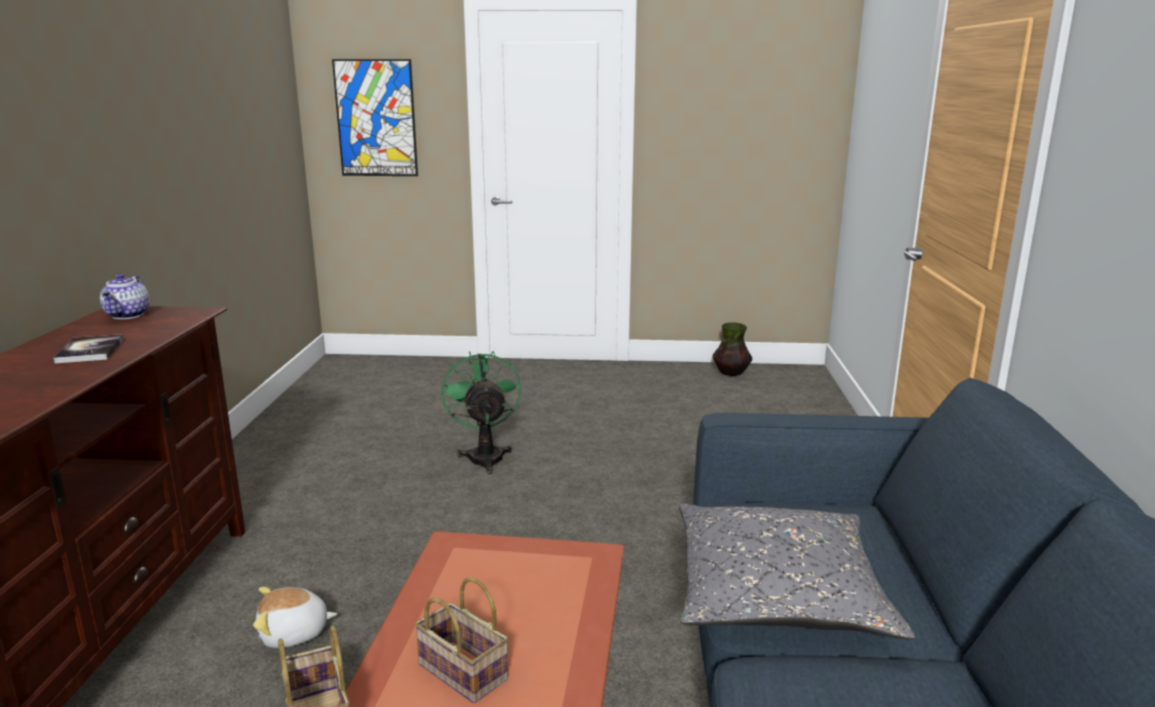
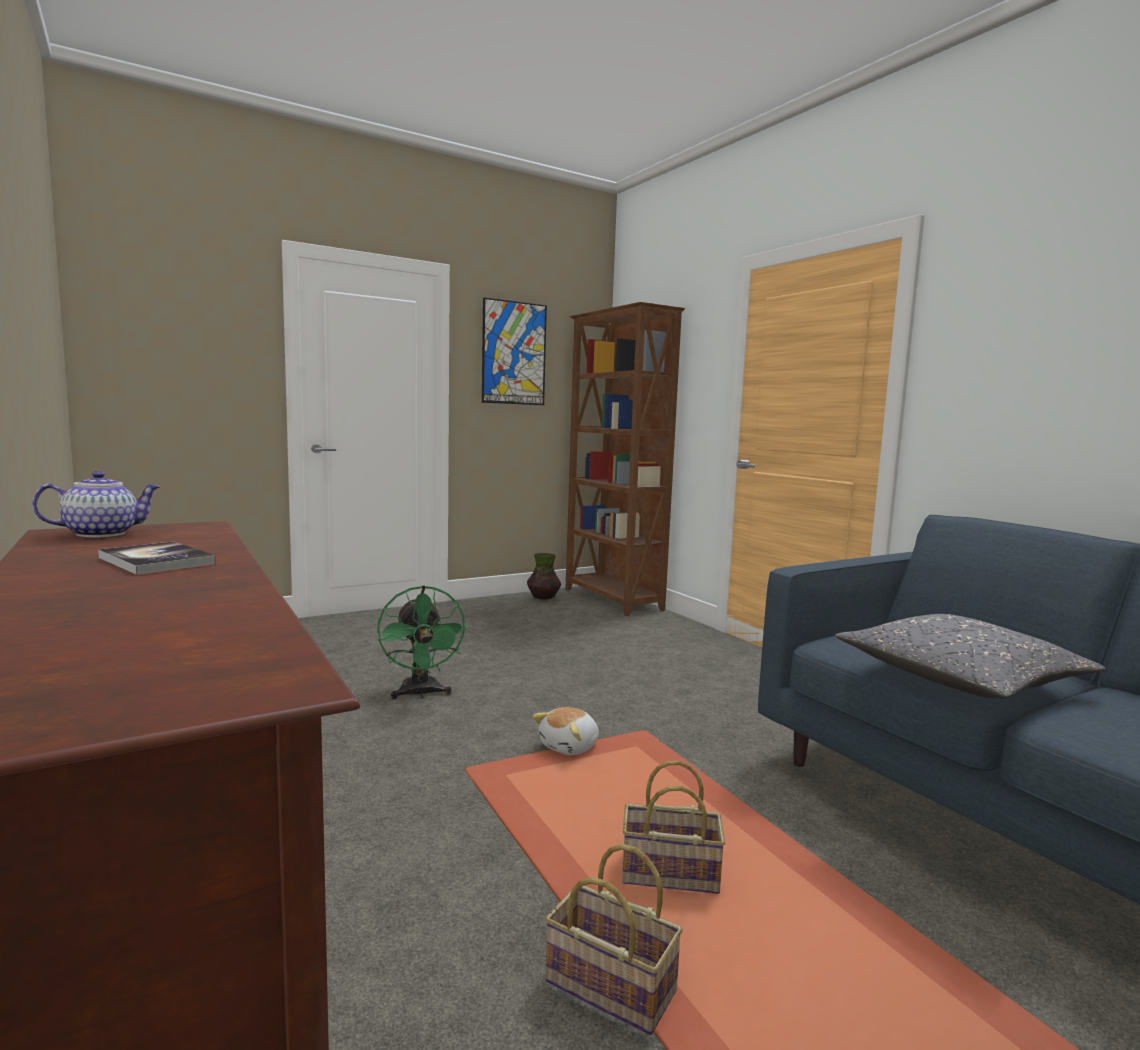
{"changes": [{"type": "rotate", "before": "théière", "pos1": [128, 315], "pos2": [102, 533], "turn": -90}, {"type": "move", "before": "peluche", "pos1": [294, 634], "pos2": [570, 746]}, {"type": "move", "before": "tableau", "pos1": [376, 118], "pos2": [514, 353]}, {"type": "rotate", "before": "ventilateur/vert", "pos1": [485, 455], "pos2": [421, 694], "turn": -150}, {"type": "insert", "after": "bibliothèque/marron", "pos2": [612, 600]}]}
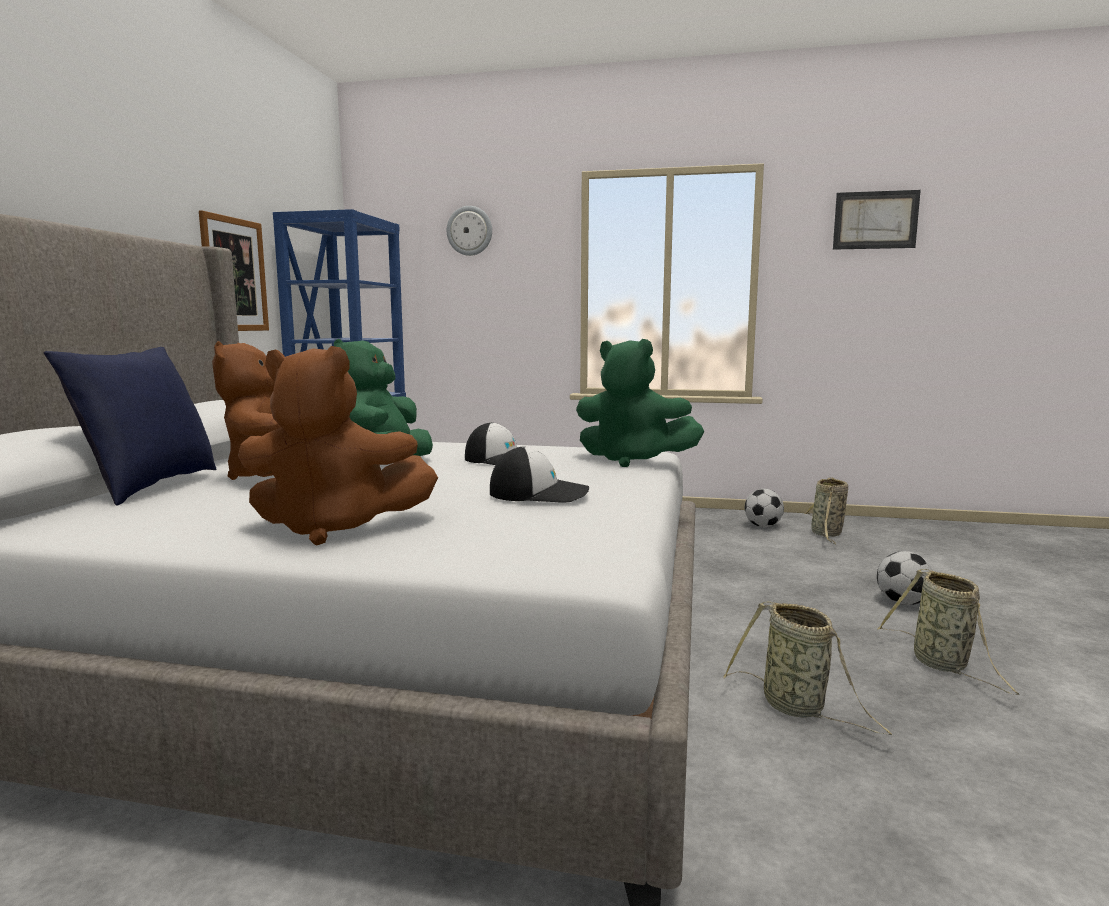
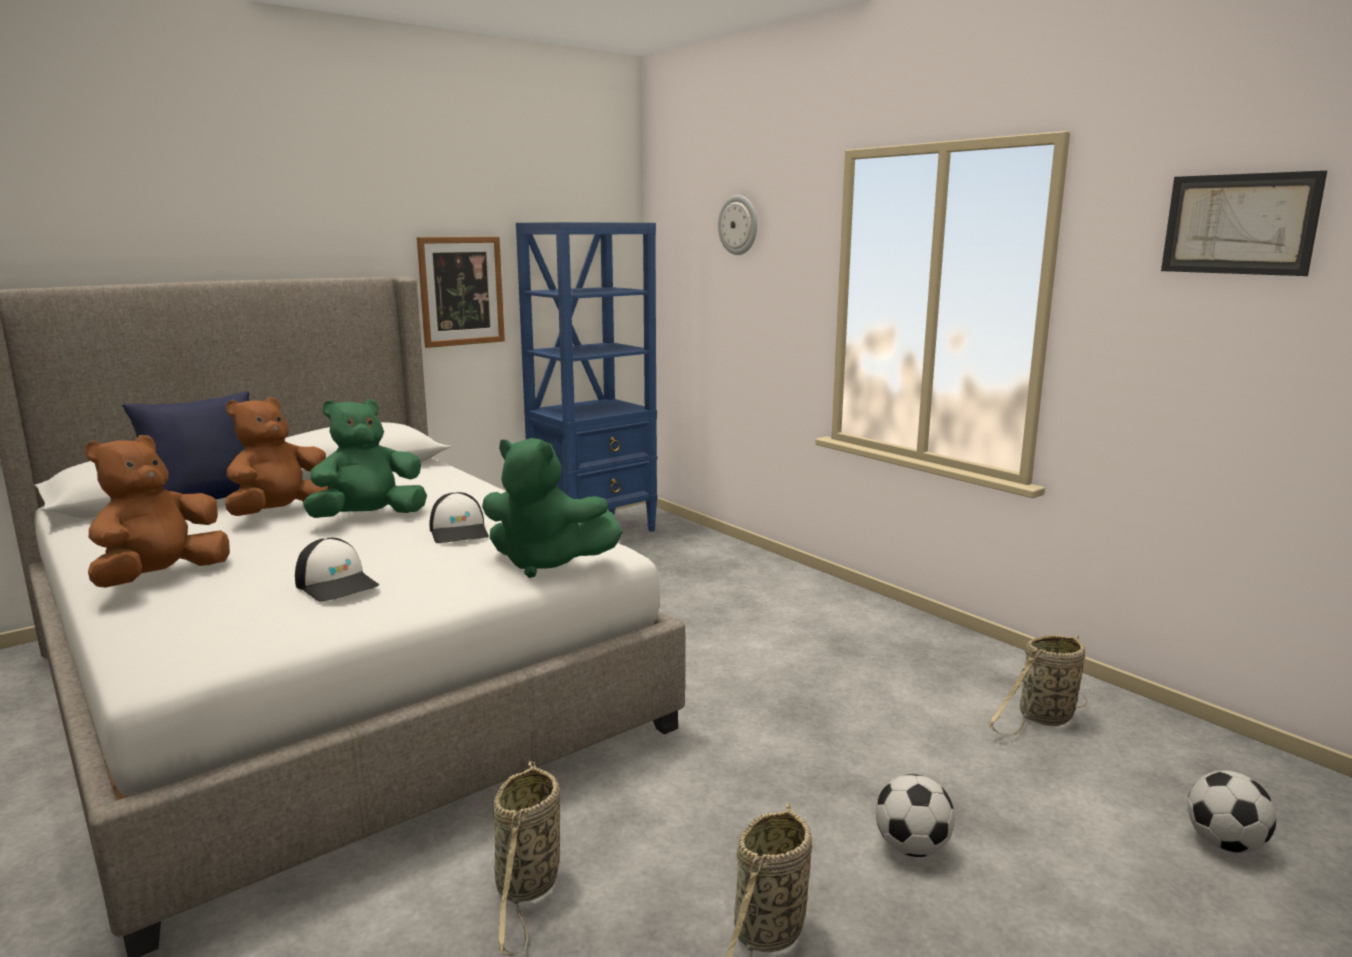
{"changes": [{"type": "rotate", "before": "peluche/marron", "pos1": [334, 528], "pos2": [161, 578], "turn": 75}, {"type": "rotate", "before": "peluche/vert", "pos1": [632, 460], "pos2": [546, 563], "turn": -45}, {"type": "move", "before": "ballon de foot", "pos1": [763, 526], "pos2": [1225, 844]}]}
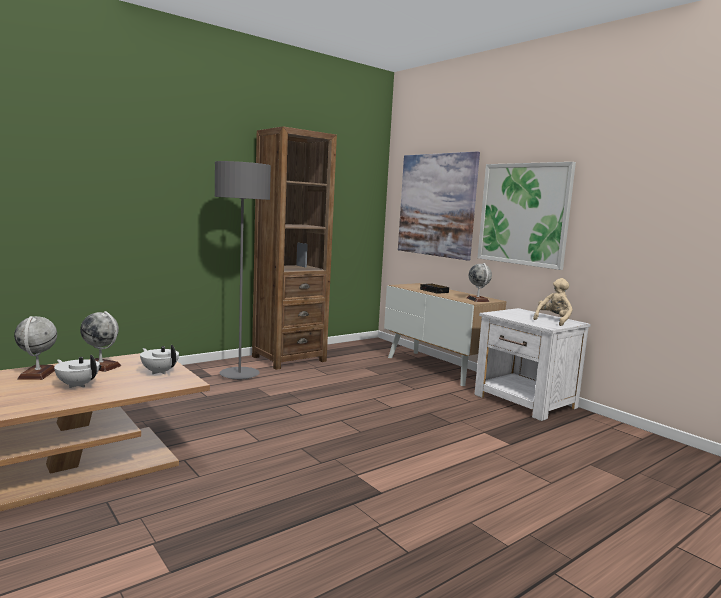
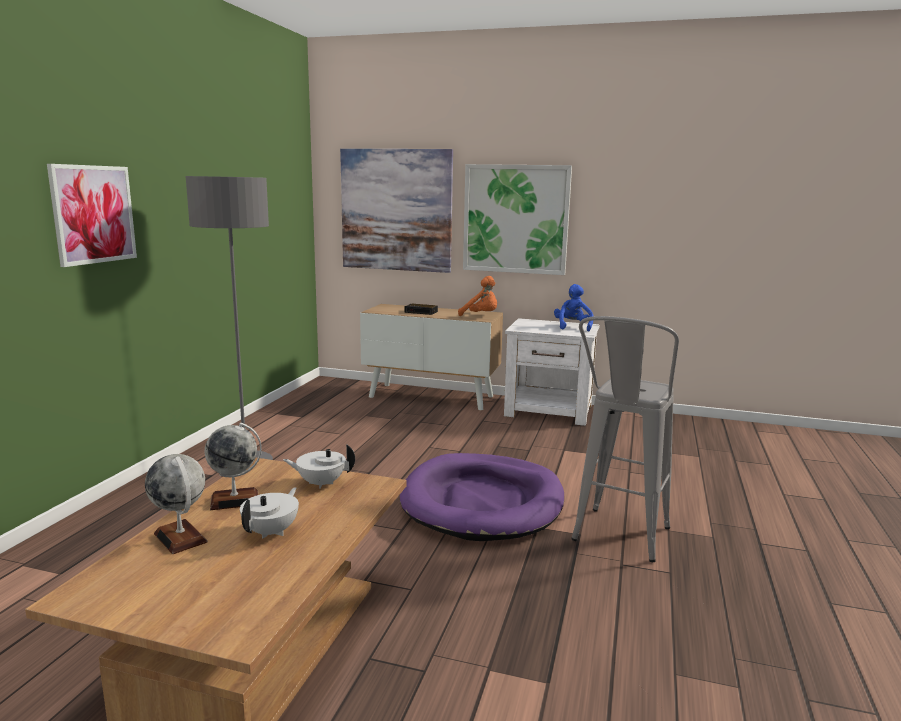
{"changes": [{"type": "rotate", "before": "théière/blanc", "pos1": [78, 385], "pos2": [272, 532], "turn": 120}, {"type": "delete", "before": "bibliothèque/marron", "pos1": [289, 359]}, {"type": "replace", "before": "globe", "after": "peluche/orange", "pos1": [477, 300], "pos2": [481, 316]}, {"type": "recolor", "before": "peluche/beige", "after": "peluche/bleu", "pos1": [553, 321], "pos2": [572, 327]}, {"type": "insert", "after": "tableau", "pos2": [93, 214]}, {"type": "insert", "after": "panier pour chien/violet", "pos2": [482, 502]}, {"type": "insert", "after": "tabouret/gris", "pos2": [617, 542]}]}
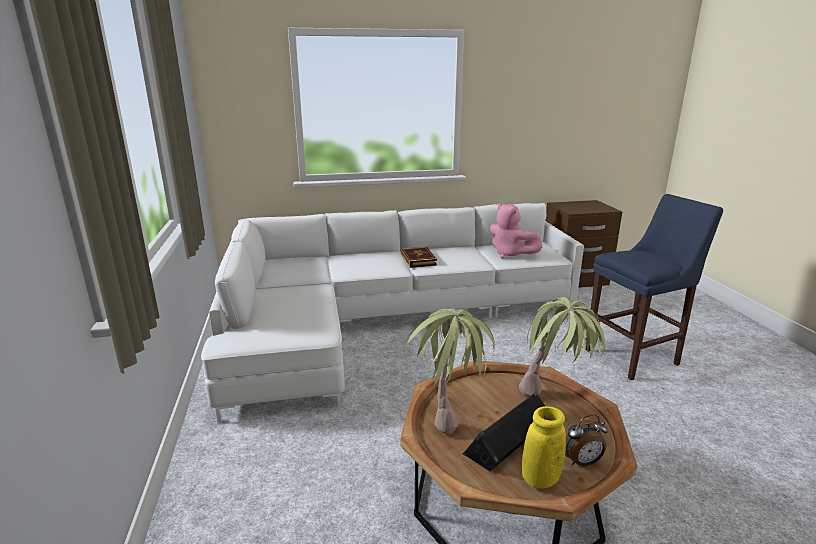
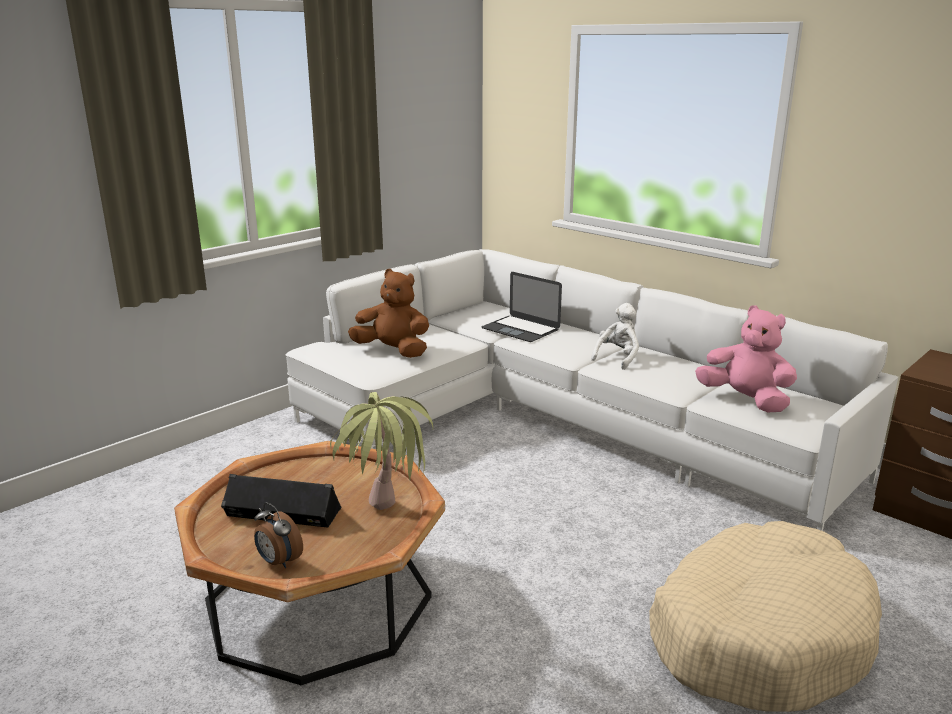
{"changes": [{"type": "replace", "before": "livre", "after": "peluche/blanc", "pos1": [418, 259], "pos2": [617, 358]}, {"type": "delete", "before": "plante en pot", "pos1": [450, 412]}, {"type": "rotate", "before": "peluche/rose", "pos1": [510, 254], "pos2": [745, 400], "turn": 120}, {"type": "delete", "before": "vase/jaune", "pos1": [540, 479]}, {"type": "replace", "before": "tabouret/bleu", "after": "panier pour chien/beige", "pos1": [635, 356], "pos2": [758, 635]}, {"type": "insert", "after": "peluche/marron", "pos2": [393, 351]}, {"type": "insert", "after": "ordinateur portable", "pos2": [520, 329]}]}
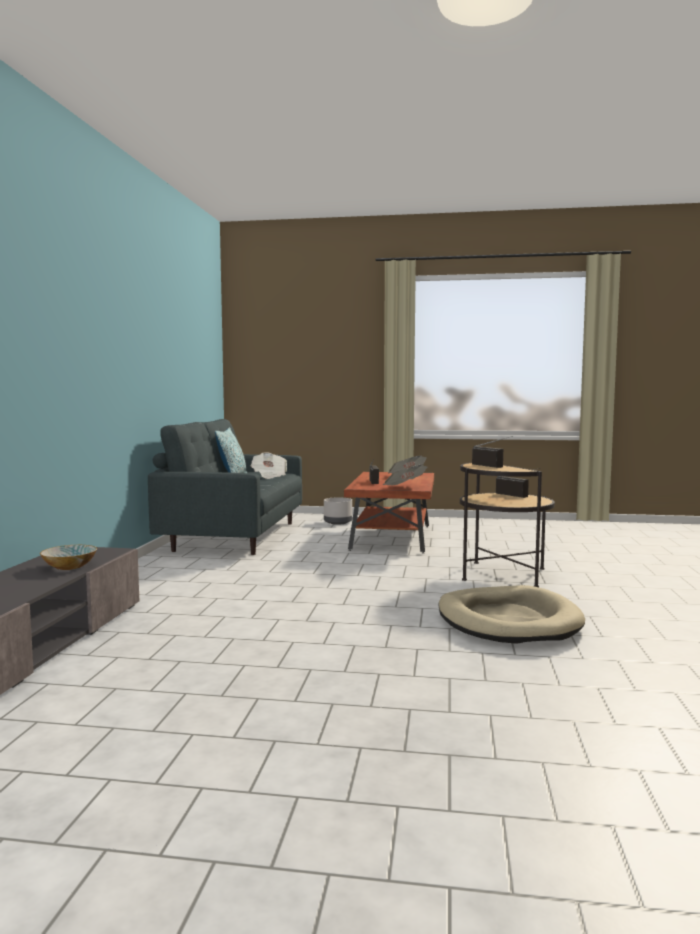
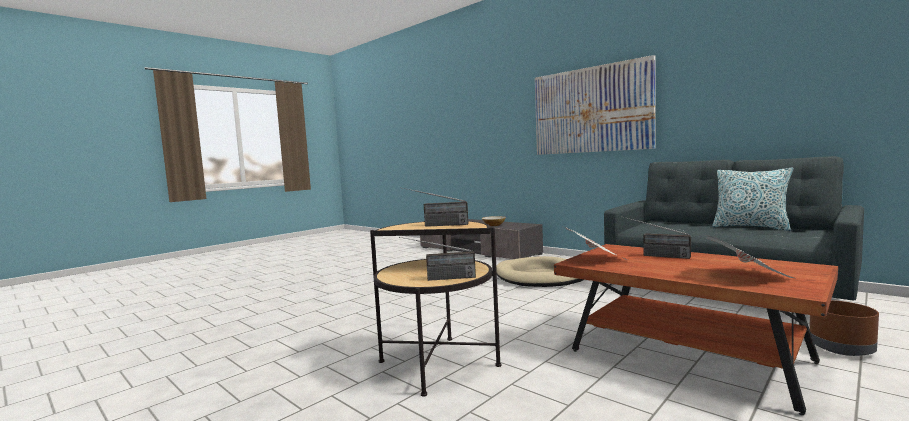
{"changes": [{"type": "delete", "before": "journal", "pos1": [269, 476]}, {"type": "recolor", "before": "cache-pot/gris", "after": "cache-pot/marron", "pos1": [338, 522], "pos2": [842, 349]}, {"type": "move", "before": "panier pour chien/beige", "pos1": [508, 621], "pos2": [541, 277]}, {"type": "insert", "after": "tableau", "pos2": [591, 110]}]}
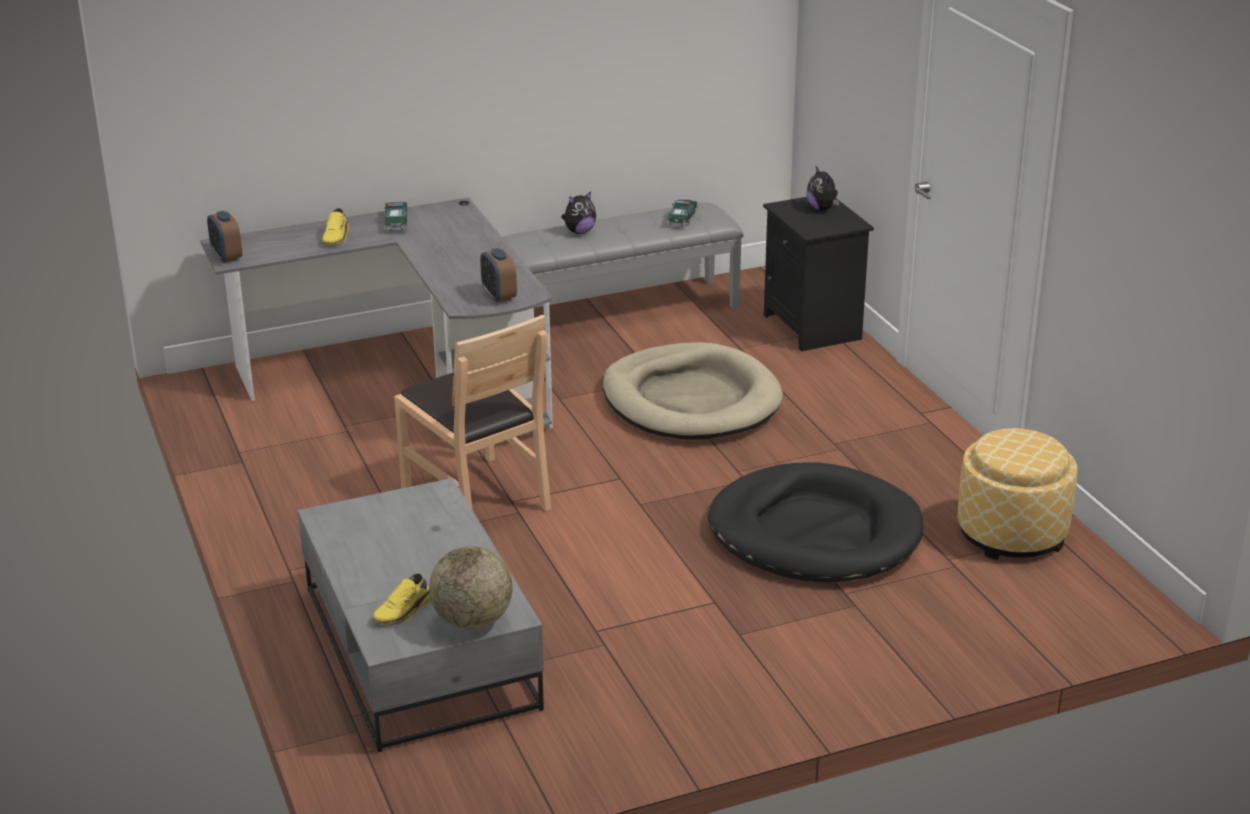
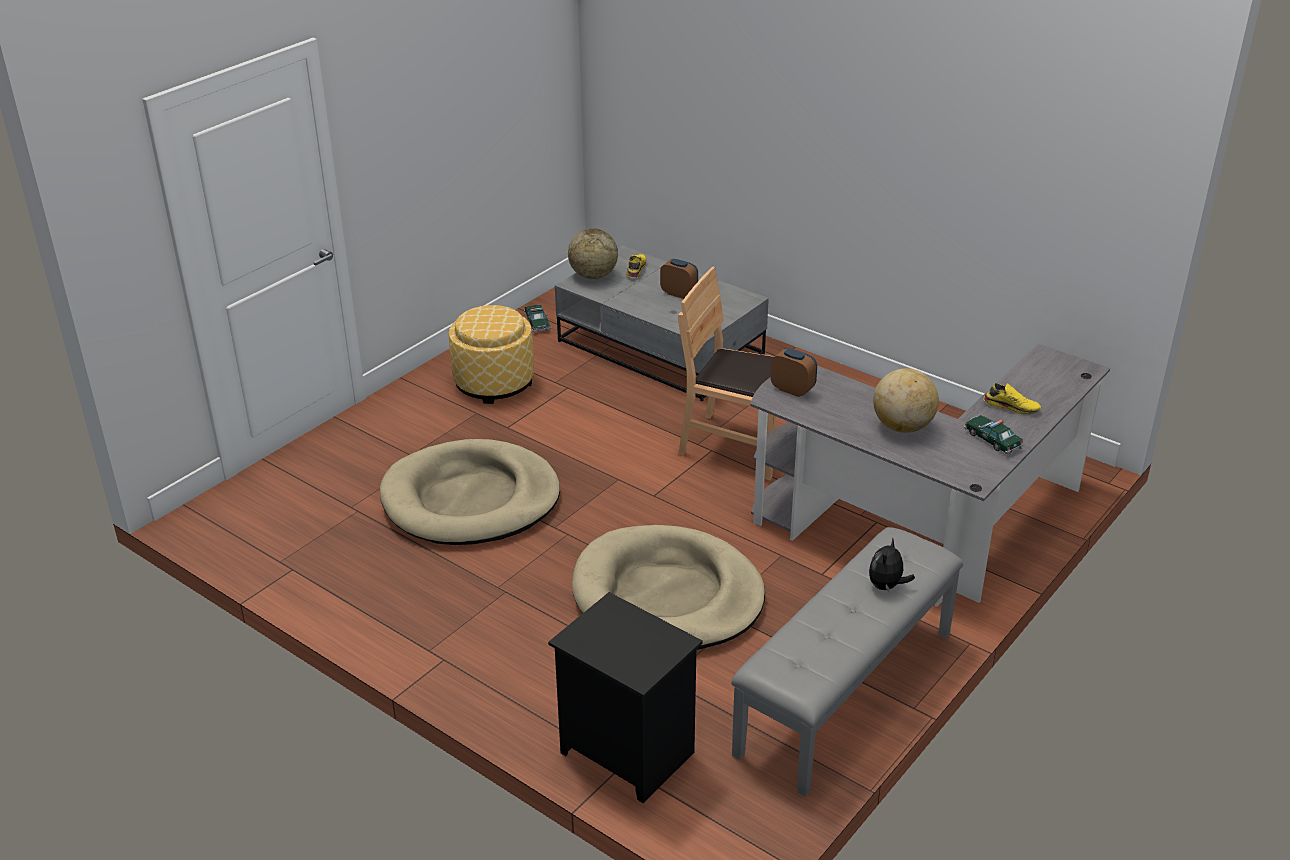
{"changes": [{"type": "move", "before": "réveil", "pos1": [227, 256], "pos2": [679, 294]}, {"type": "rotate", "before": "chaussure/jaune", "pos1": [337, 237], "pos2": [1011, 406], "turn": 135}, {"type": "move", "before": "petite voiture", "pos1": [681, 218], "pos2": [537, 323]}, {"type": "recolor", "before": "panier pour chien/noir", "after": "panier pour chien/beige", "pos1": [814, 532], "pos2": [471, 499]}, {"type": "delete", "before": "peluche", "pos1": [822, 209]}, {"type": "move", "before": "pouf", "pos1": [1011, 533], "pos2": [494, 382]}, {"type": "insert", "after": "globe", "pos2": [903, 427]}]}
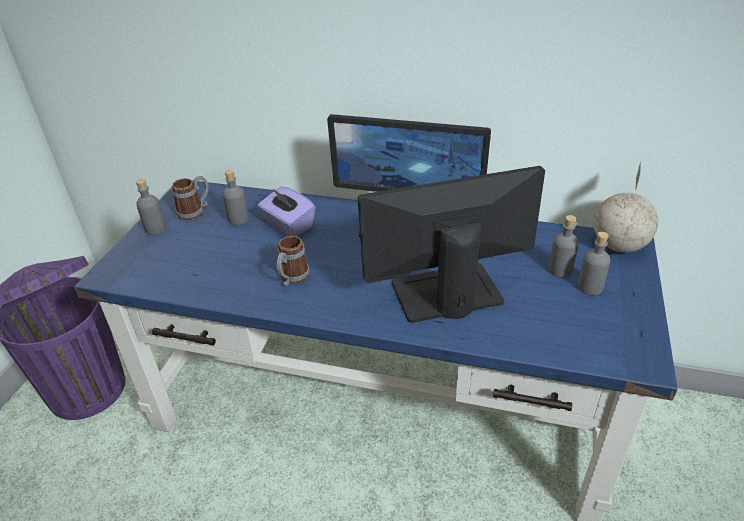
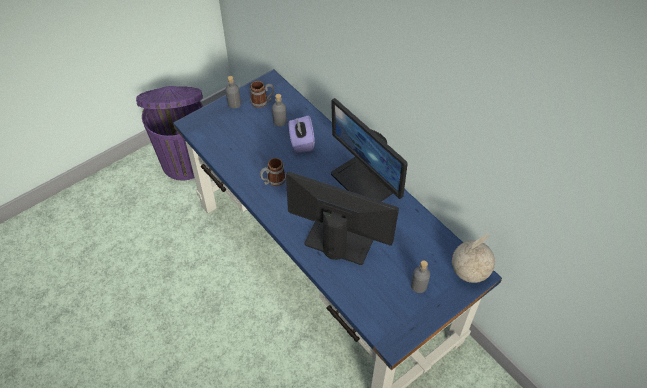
{"changes": [{"type": "delete", "before": "bouteille/gris", "pos1": [560, 270]}]}
